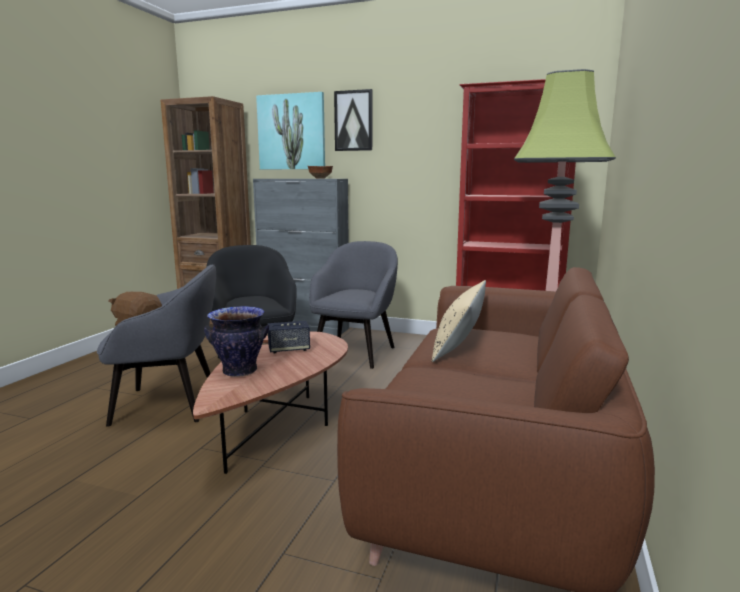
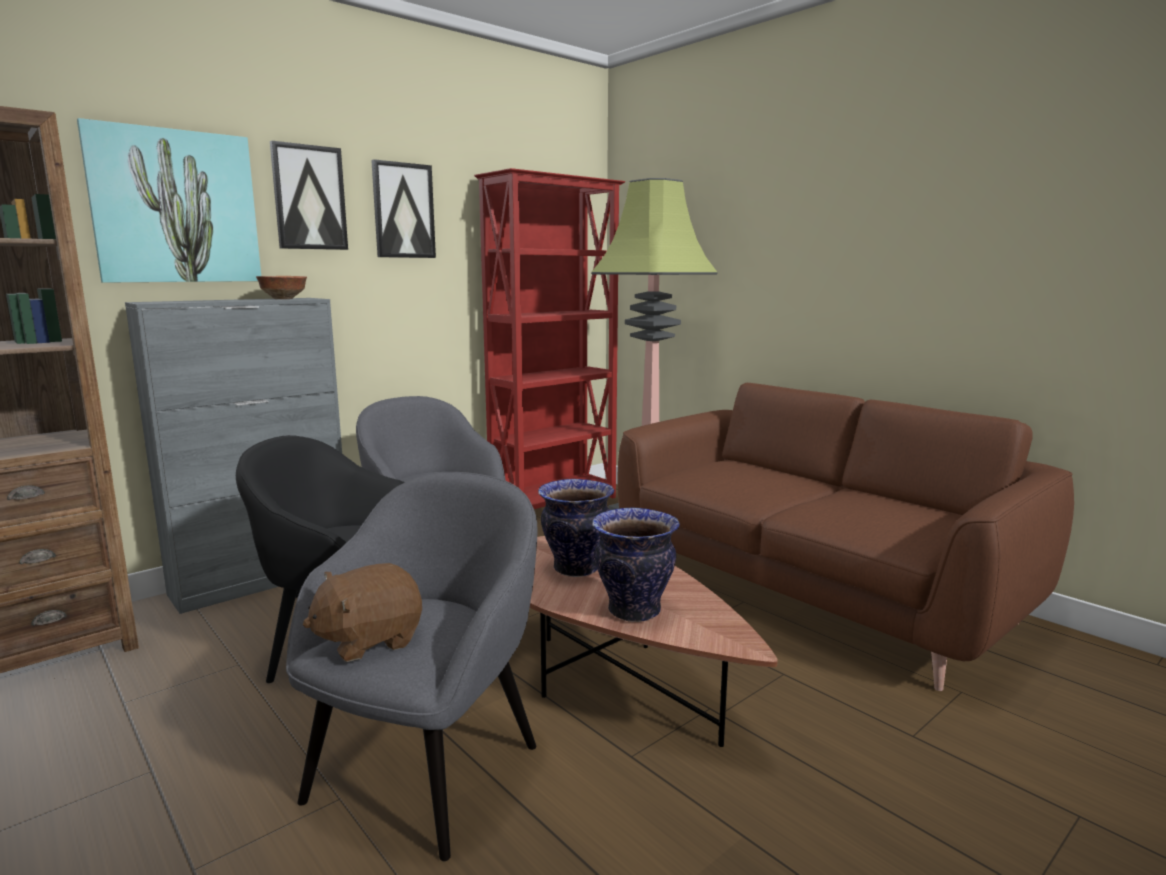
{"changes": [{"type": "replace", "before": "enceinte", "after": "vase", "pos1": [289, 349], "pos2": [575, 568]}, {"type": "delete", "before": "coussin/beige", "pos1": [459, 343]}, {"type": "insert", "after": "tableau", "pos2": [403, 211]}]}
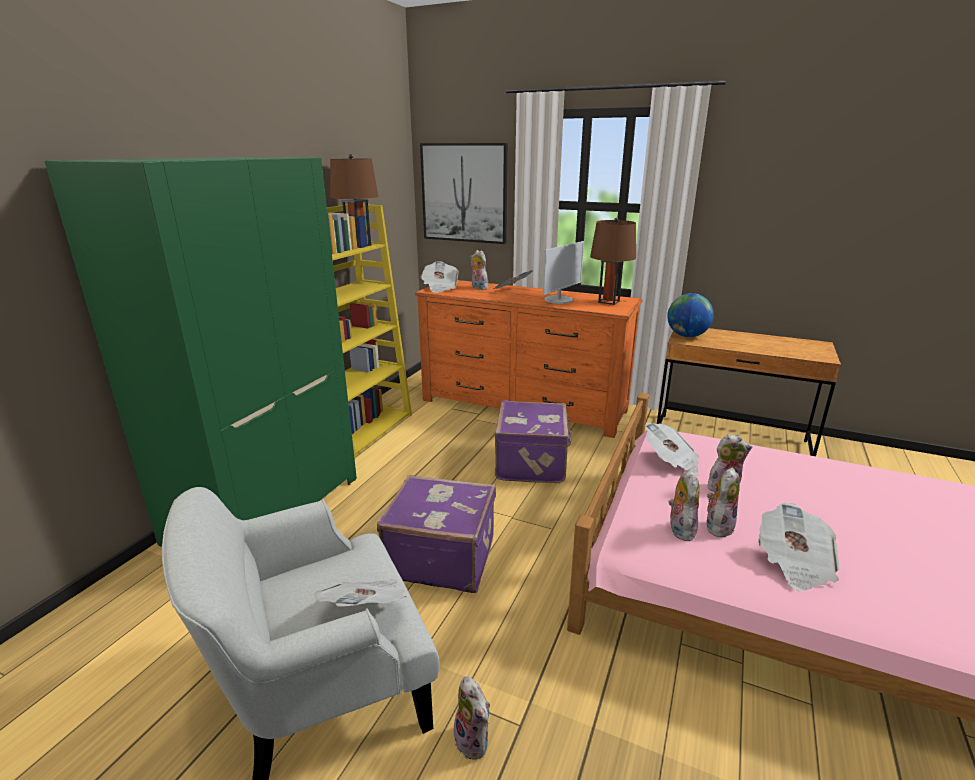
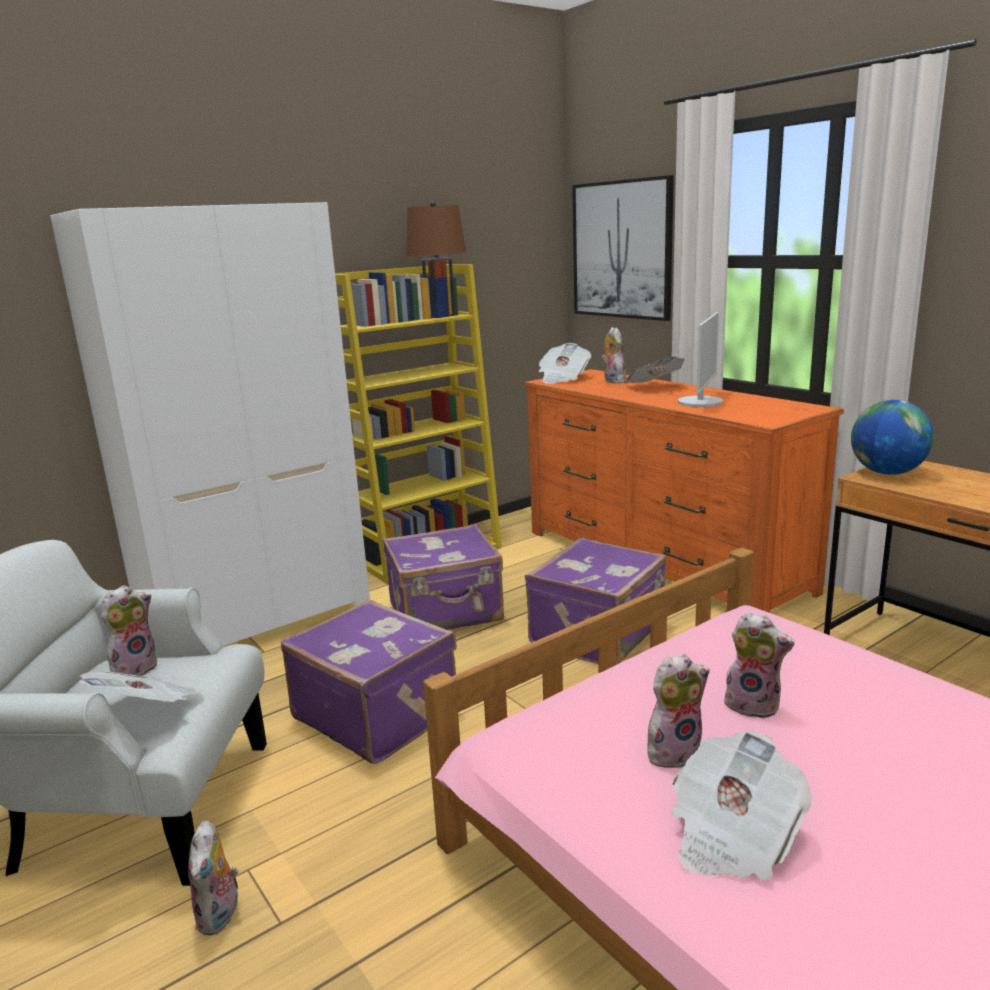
{"changes": [{"type": "recolor", "before": "armoire/vert", "after": "armoire/blanc", "pos1": [266, 508], "pos2": [257, 616]}, {"type": "rotate", "before": "écran d'ordinateur", "pos1": [559, 300], "pos2": [701, 402], "turn": -45}, {"type": "delete", "before": "lampe de table/marron", "pos1": [608, 301]}, {"type": "delete", "before": "journal", "pos1": [671, 462]}, {"type": "move", "before": "peluche", "pos1": [679, 529], "pos2": [135, 668]}, {"type": "insert", "after": "valise/violet", "pos2": [446, 613]}]}
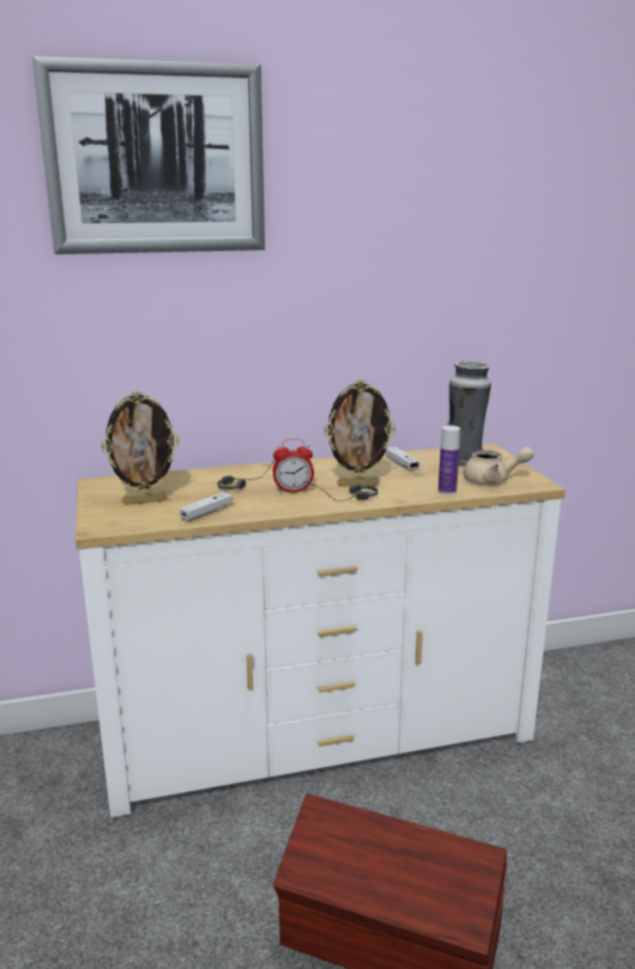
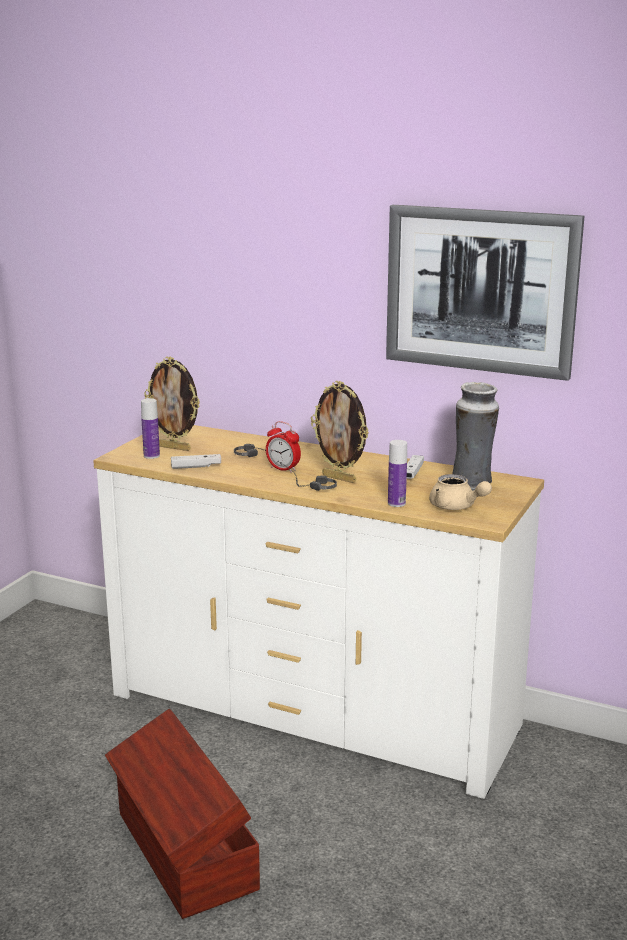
{"changes": [{"type": "move", "before": "tableau", "pos1": [156, 160], "pos2": [480, 290]}, {"type": "insert", "after": "bouteille", "pos2": [151, 456]}]}
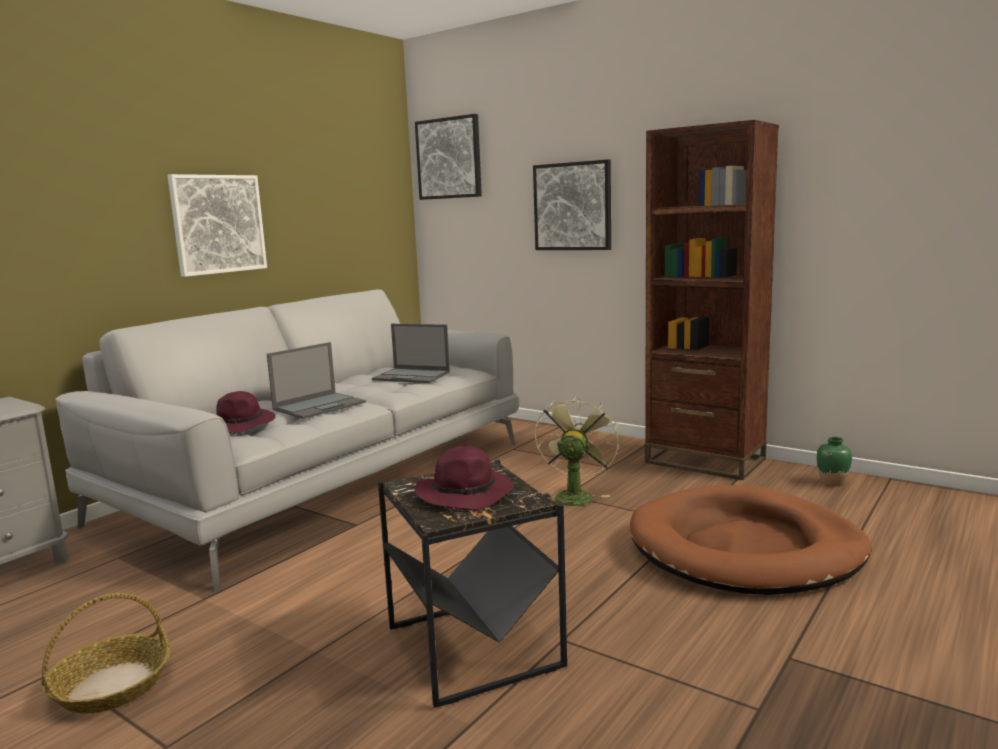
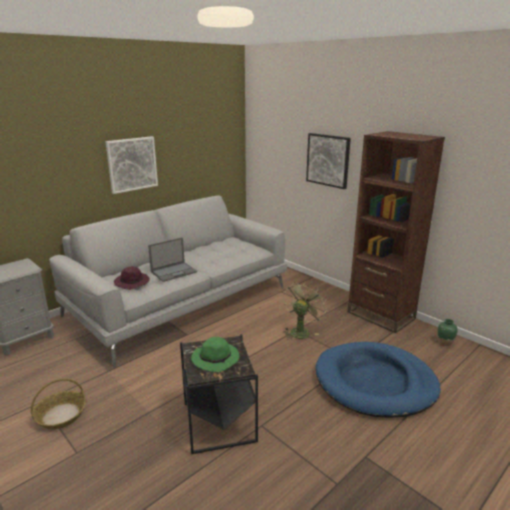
{"changes": [{"type": "delete", "before": "ordinateur portable", "pos1": [412, 376]}, {"type": "delete", "before": "tableau", "pos1": [449, 158]}, {"type": "recolor", "before": "chapeau/violet", "after": "chapeau/vert", "pos1": [466, 494], "pos2": [216, 359]}, {"type": "recolor", "before": "panier pour chien/marron", "after": "panier pour chien/bleu", "pos1": [745, 548], "pos2": [375, 382]}]}
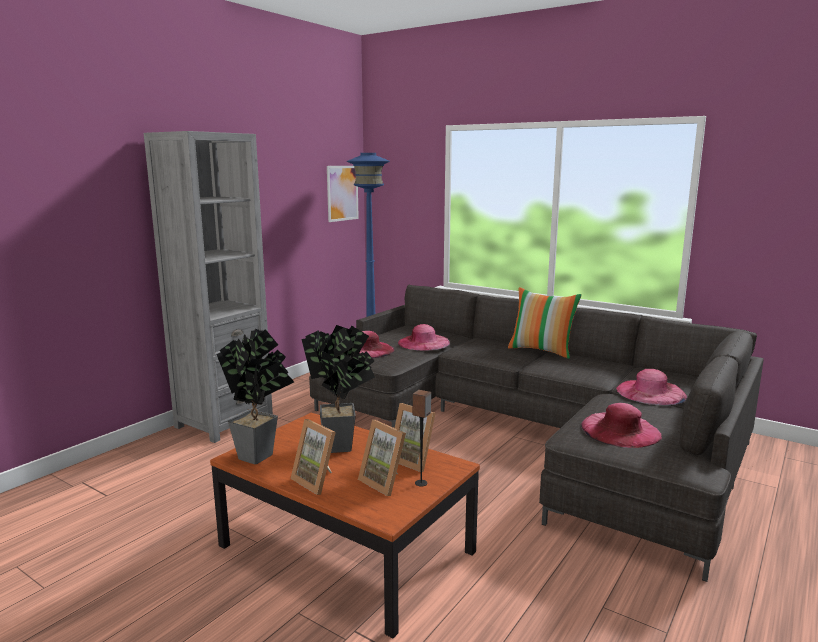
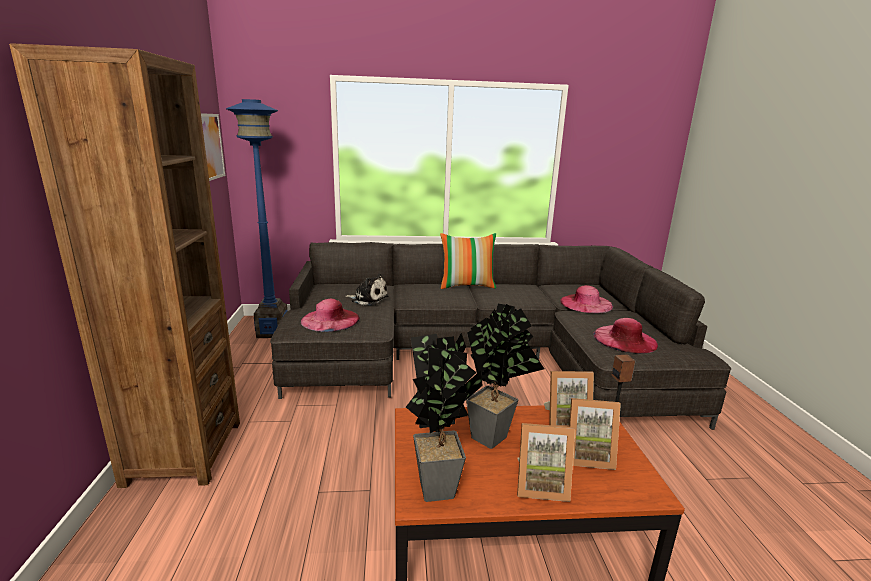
{"changes": [{"type": "recolor", "before": "bibliothèque/gris", "after": "bibliothèque/marron", "pos1": [224, 422], "pos2": [184, 452]}, {"type": "replace", "before": "chapeau/rose", "after": "peluche", "pos1": [423, 342], "pos2": [368, 299]}]}
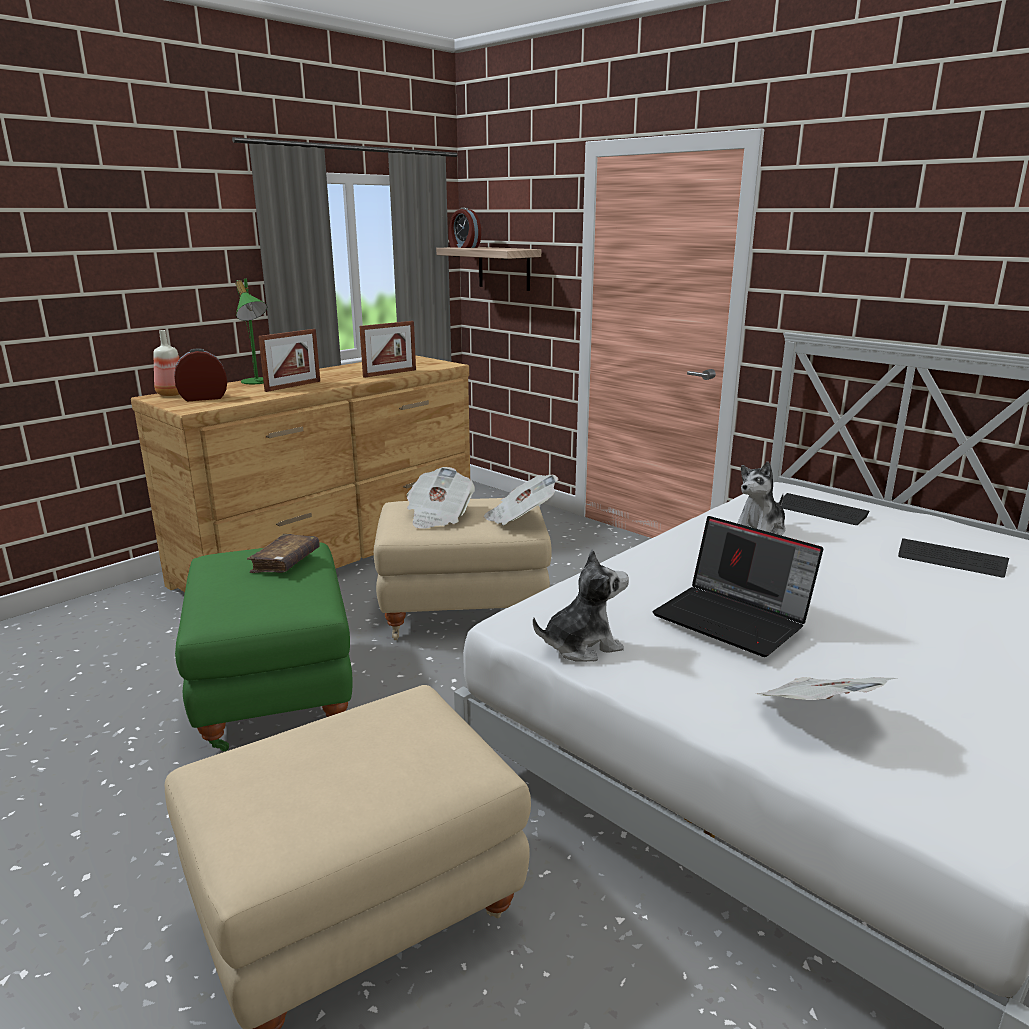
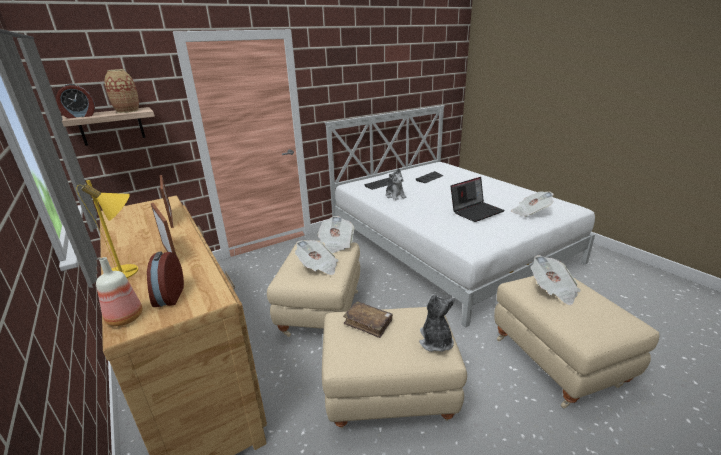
{"changes": [{"type": "recolor", "before": "pouf/vert", "after": "pouf/beige", "pos1": [273, 693], "pos2": [388, 396]}, {"type": "recolor", "before": "lampe de table/vert", "after": "lampe de table/jaune", "pos1": [258, 382], "pos2": [128, 272]}, {"type": "move", "before": "peluche", "pos1": [581, 646], "pos2": [435, 341]}, {"type": "insert", "after": "vase", "pos2": [127, 111]}, {"type": "insert", "after": "journal", "pos2": [553, 290]}]}
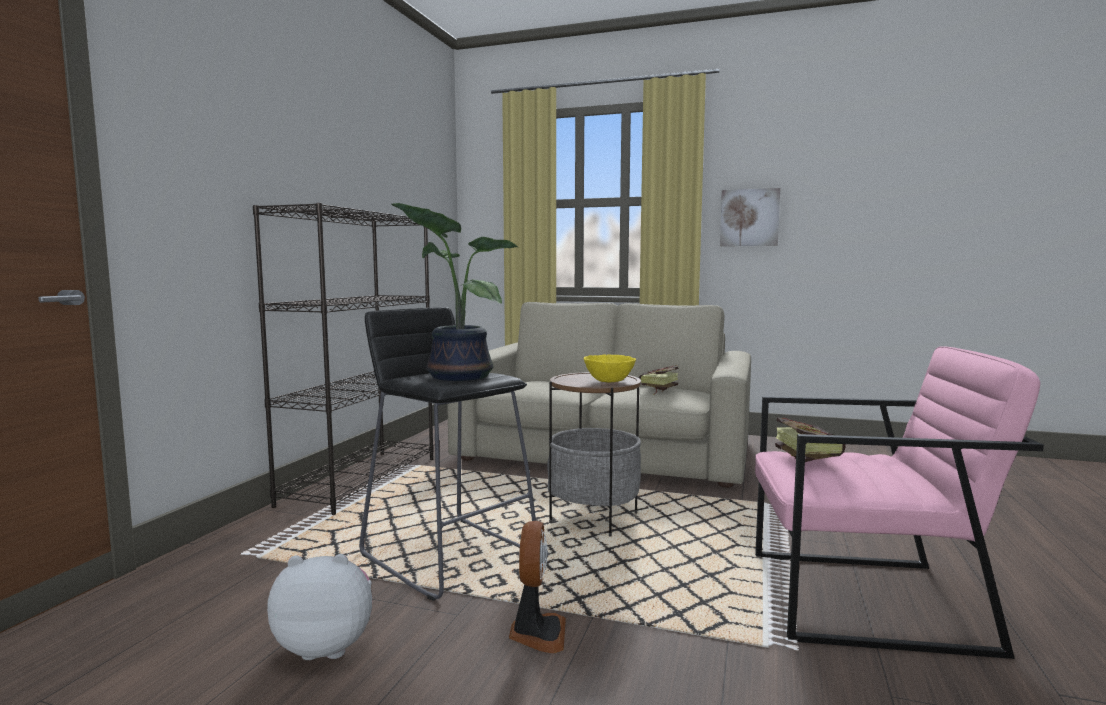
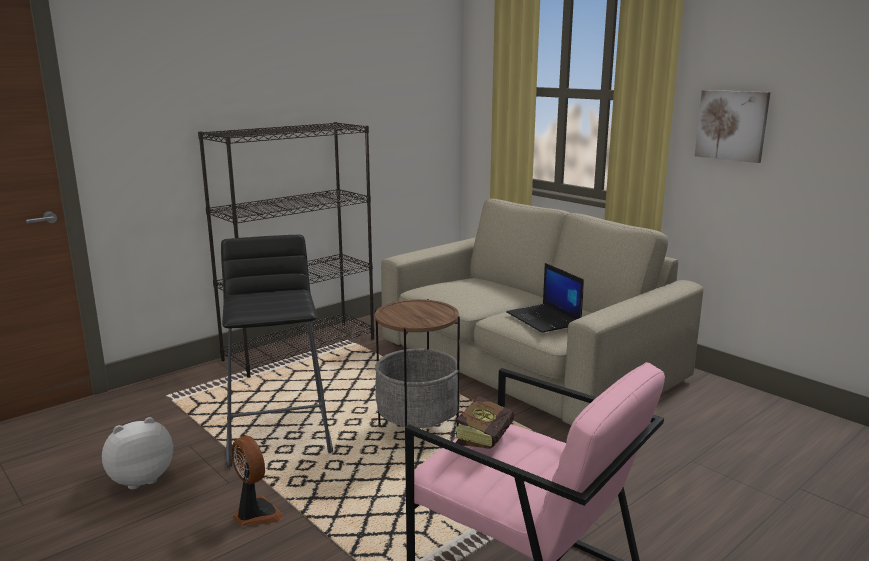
{"changes": [{"type": "rotate", "before": "peluche", "pos1": [327, 646], "pos2": [140, 479], "turn": -60}, {"type": "delete", "before": "plante en pot", "pos1": [455, 376]}, {"type": "rotate", "before": "ventilateur", "pos1": [537, 633], "pos2": [255, 514], "turn": -75}, {"type": "delete", "before": "bol/jaune", "pos1": [609, 381]}, {"type": "replace", "before": "livre", "after": "ordinateur portable", "pos1": [657, 390], "pos2": [544, 319]}]}
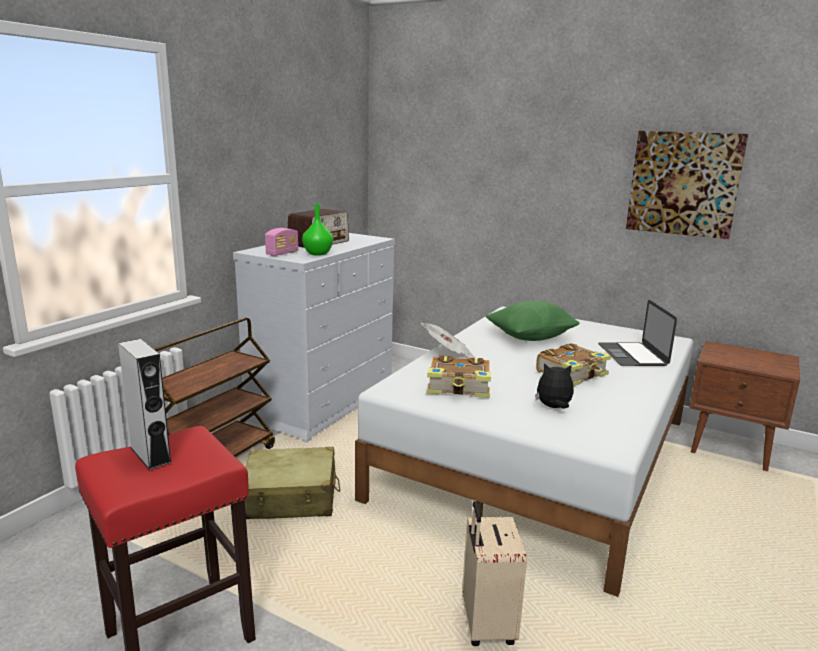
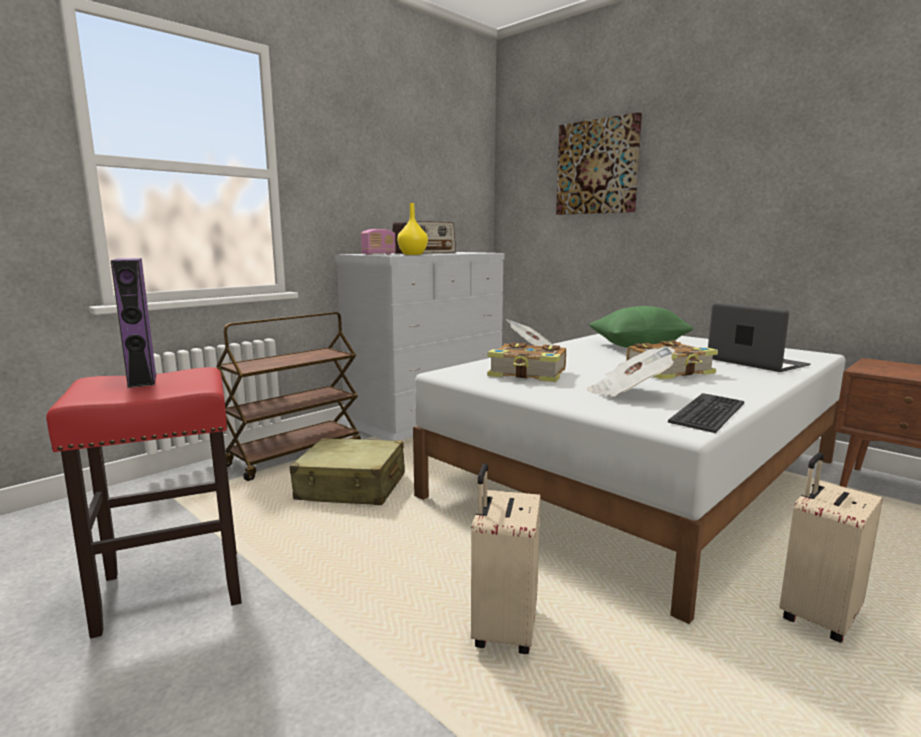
{"changes": [{"type": "recolor", "before": "enceinte/gris", "after": "enceinte/violet", "pos1": [150, 454], "pos2": [142, 379]}, {"type": "recolor", "before": "vase/vert", "after": "vase/jaune", "pos1": [318, 253], "pos2": [413, 254]}, {"type": "replace", "before": "peluche", "after": "journal", "pos1": [553, 407], "pos2": [628, 393]}, {"type": "rotate", "before": "ordinateur portable", "pos1": [632, 354], "pos2": [756, 362], "turn": 135}, {"type": "move", "before": "tableau", "pos1": [684, 183], "pos2": [597, 167]}, {"type": "insert", "after": "clavier", "pos2": [709, 413]}, {"type": "insert", "after": "valise/beige", "pos2": [817, 616]}]}
